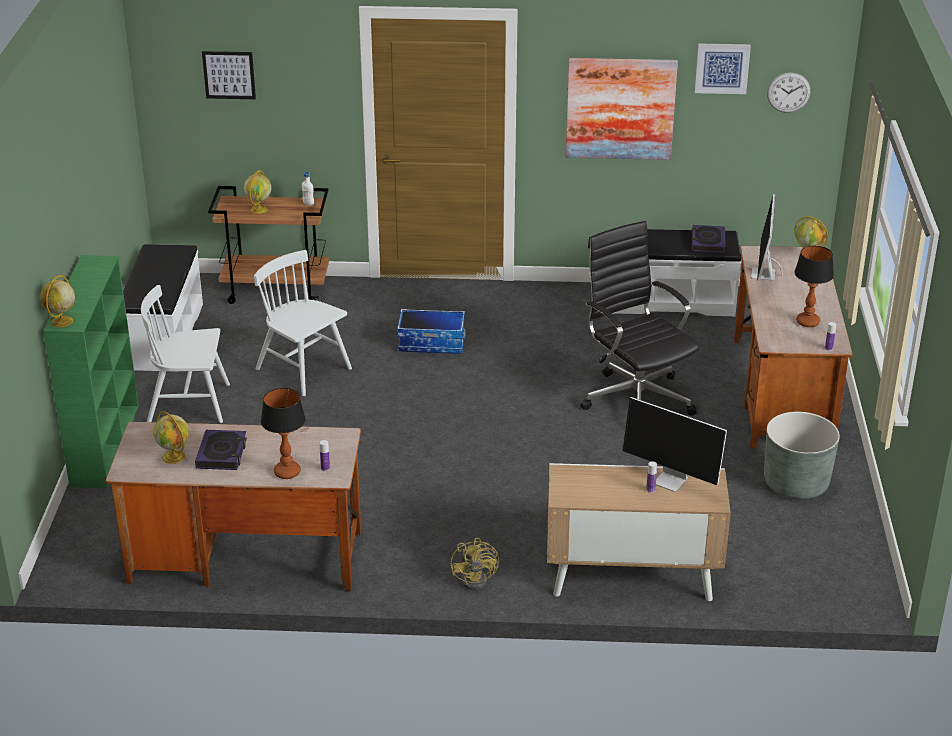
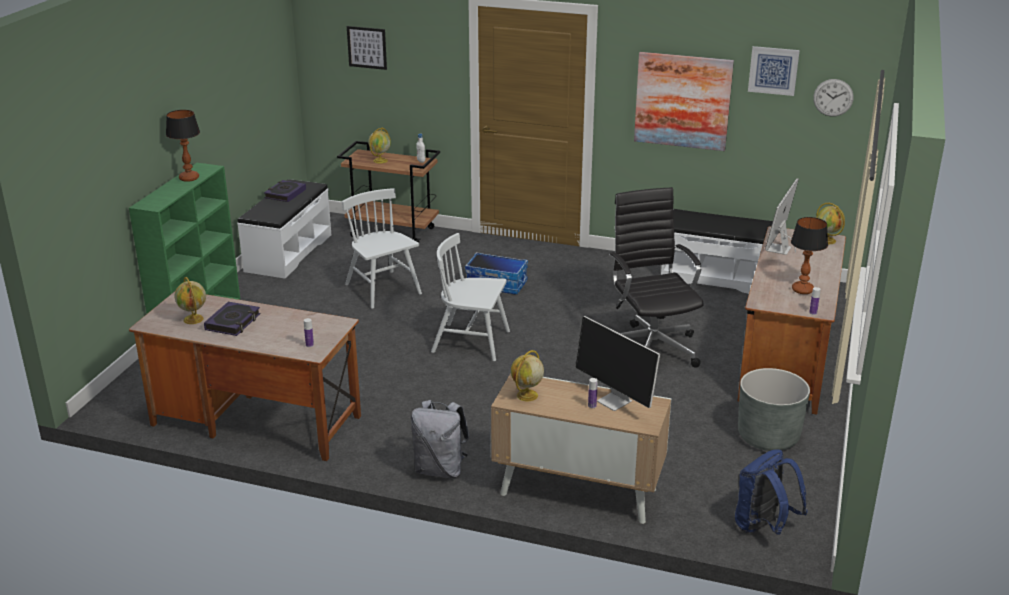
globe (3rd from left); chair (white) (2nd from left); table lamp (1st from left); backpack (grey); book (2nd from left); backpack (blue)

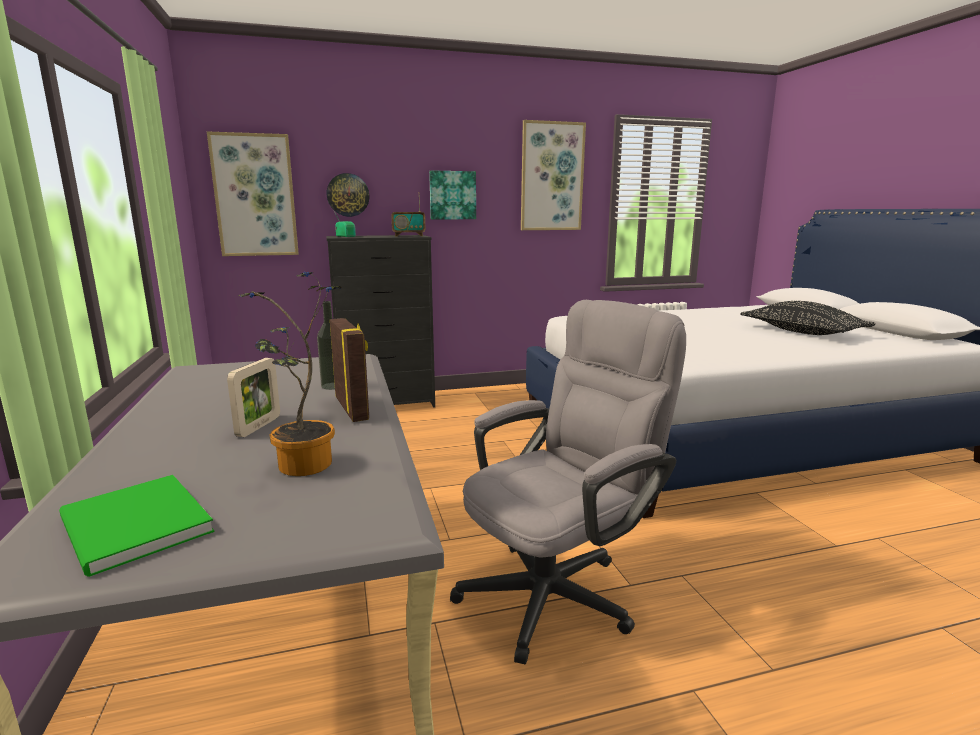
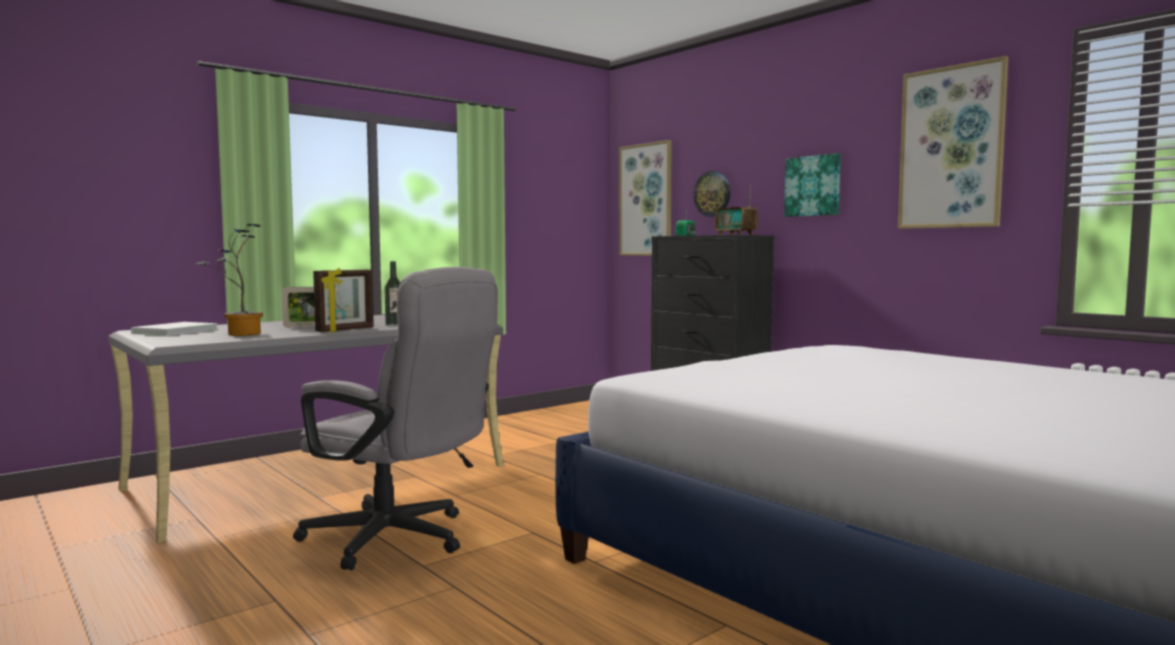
book (white); pillow (black)

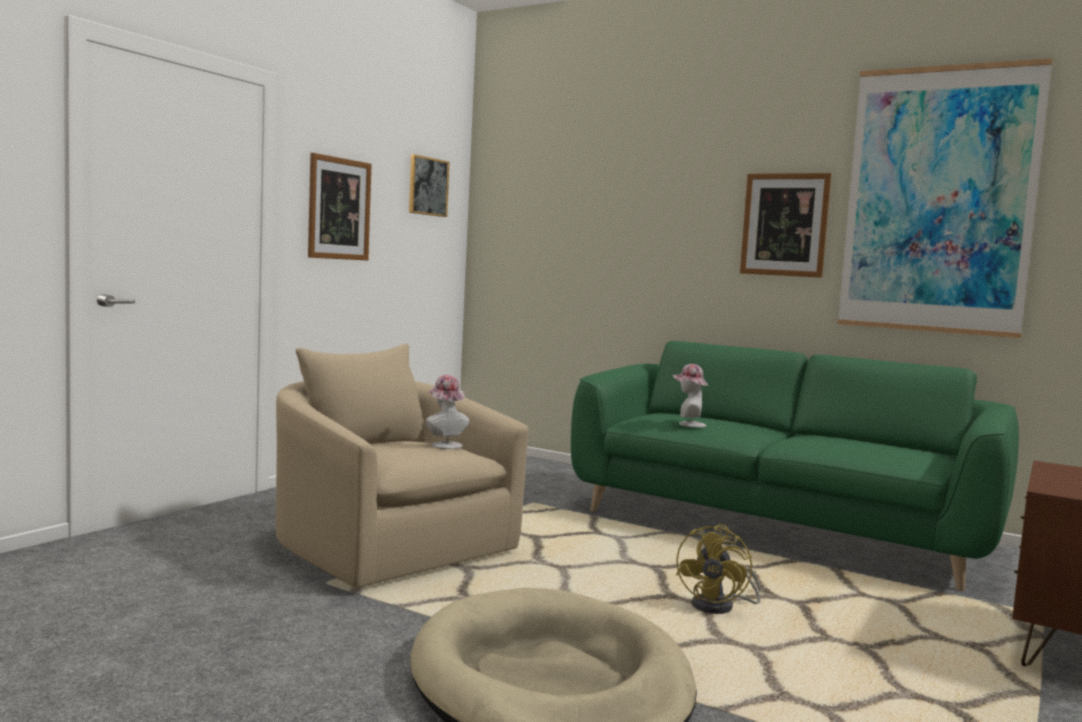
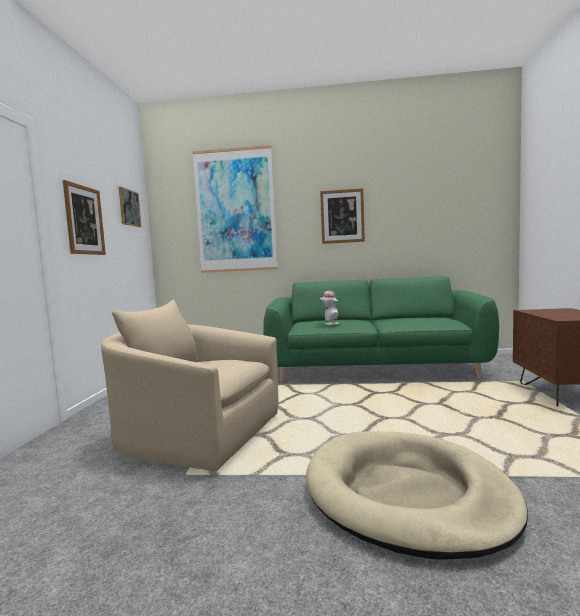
hat (1st from left in the first image); fan (yellow); picture (3rd from left)

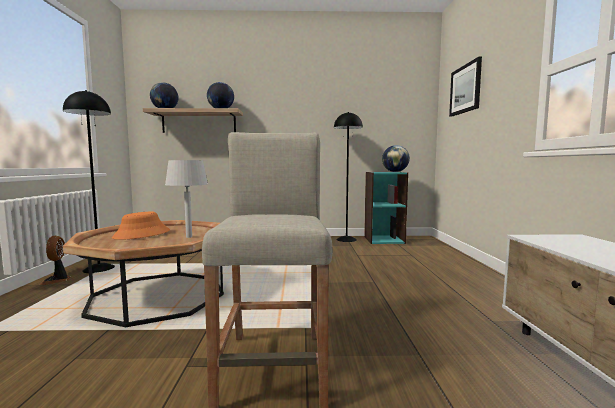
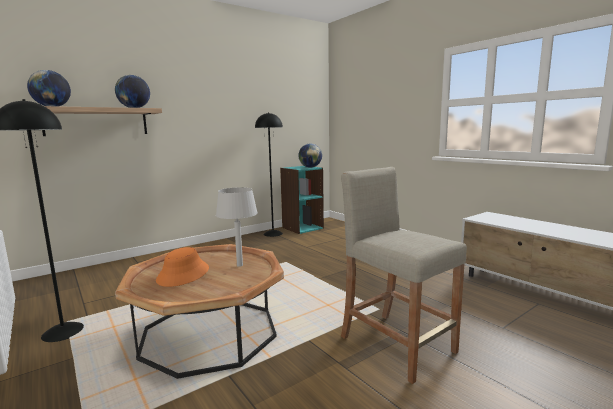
fan; picture

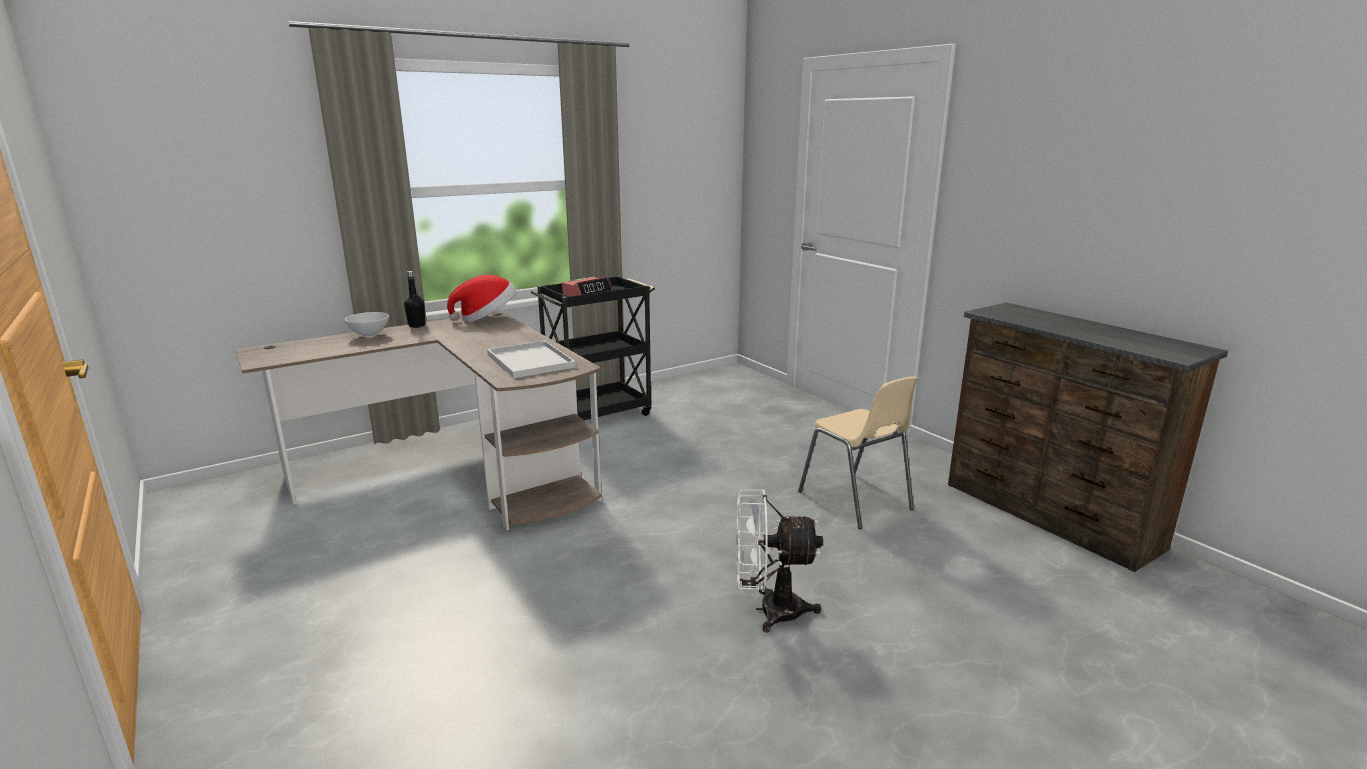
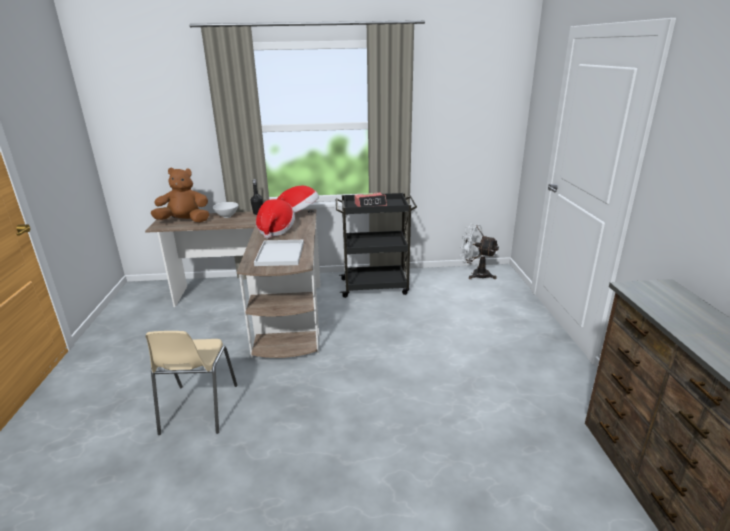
fan (white); chair (beige); plush toy (brown); hat (1st from left)

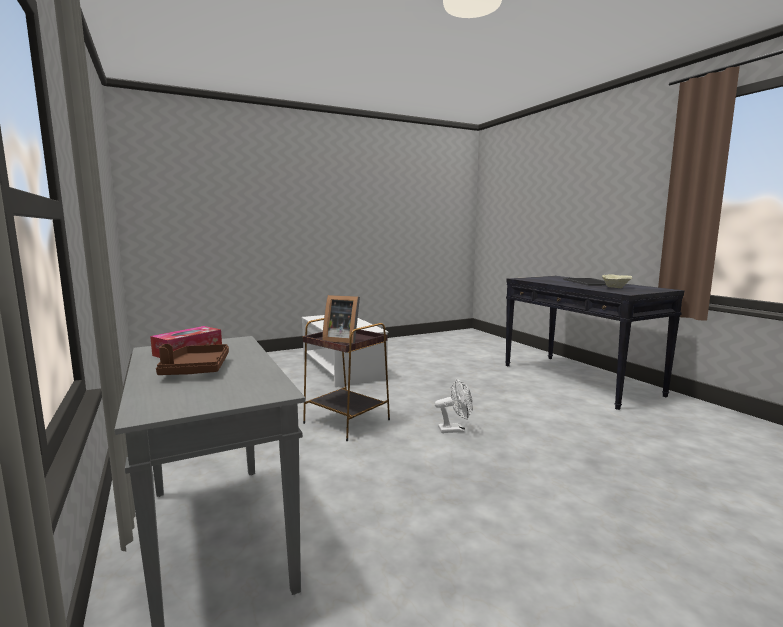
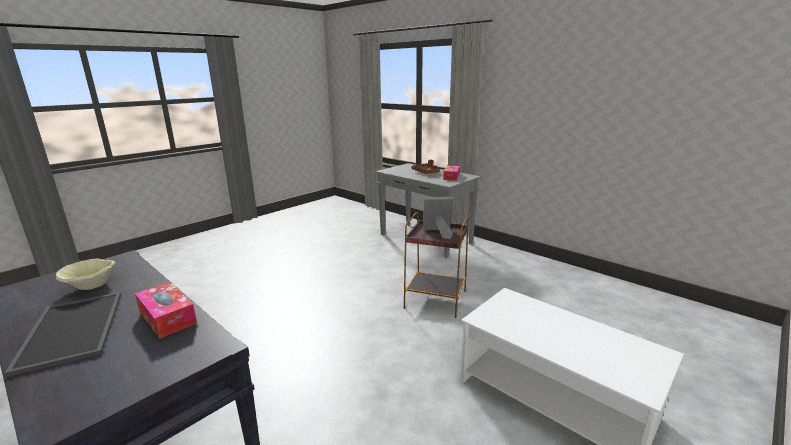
fan (white); tissue box (1st from left)

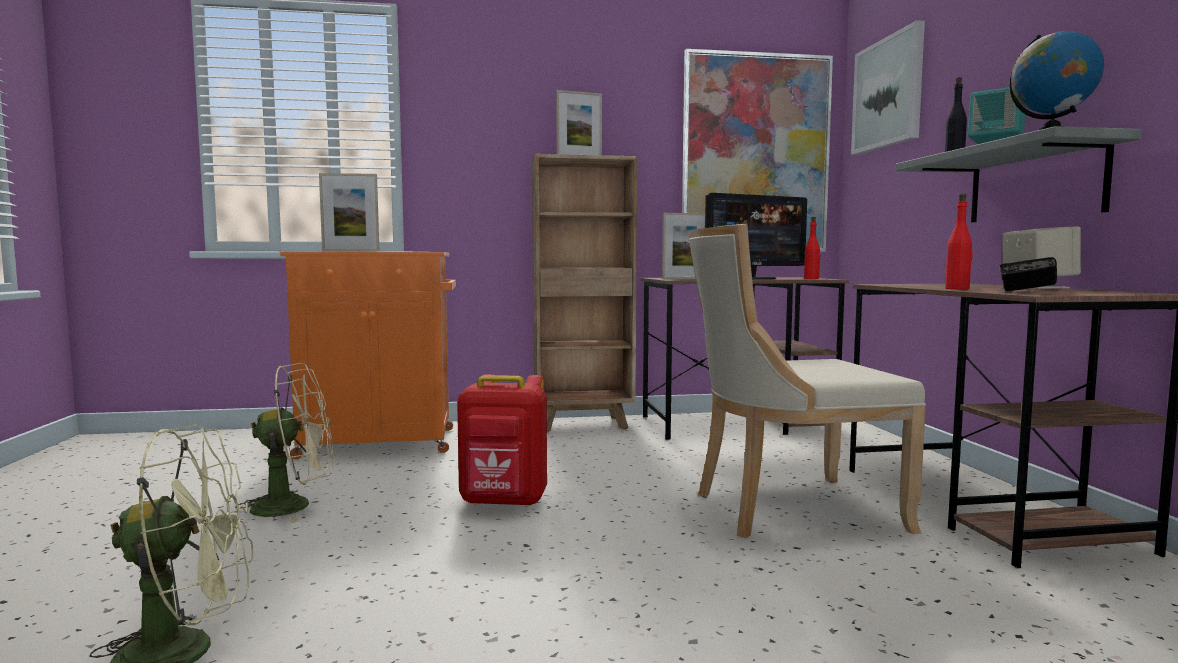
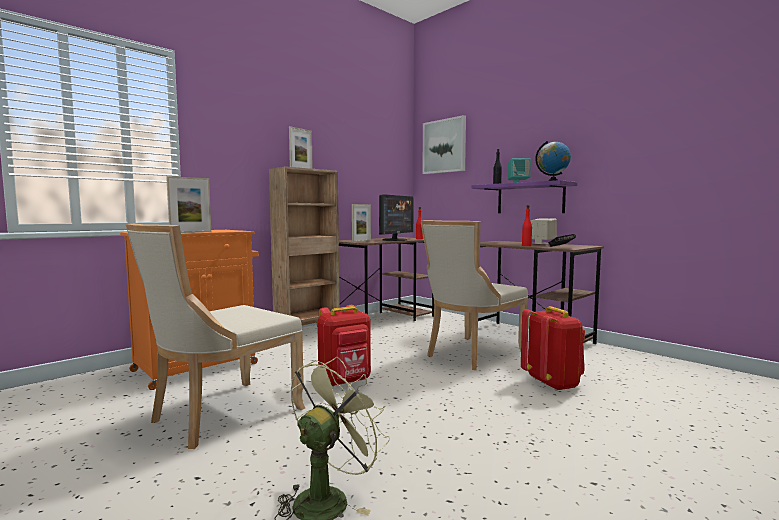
chair (beige) (1st from left); picture (1st from left in the first image); shelf (purple); backpack (red) (2nd from left)

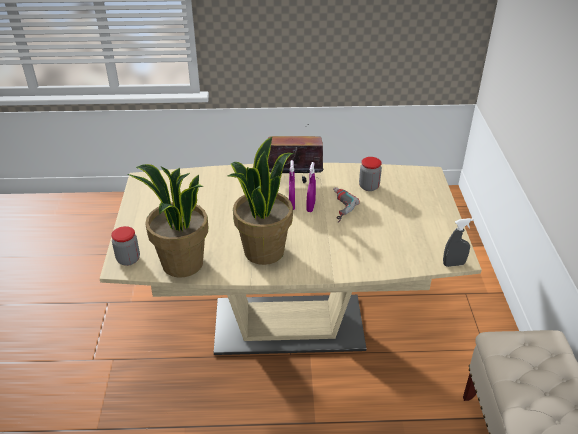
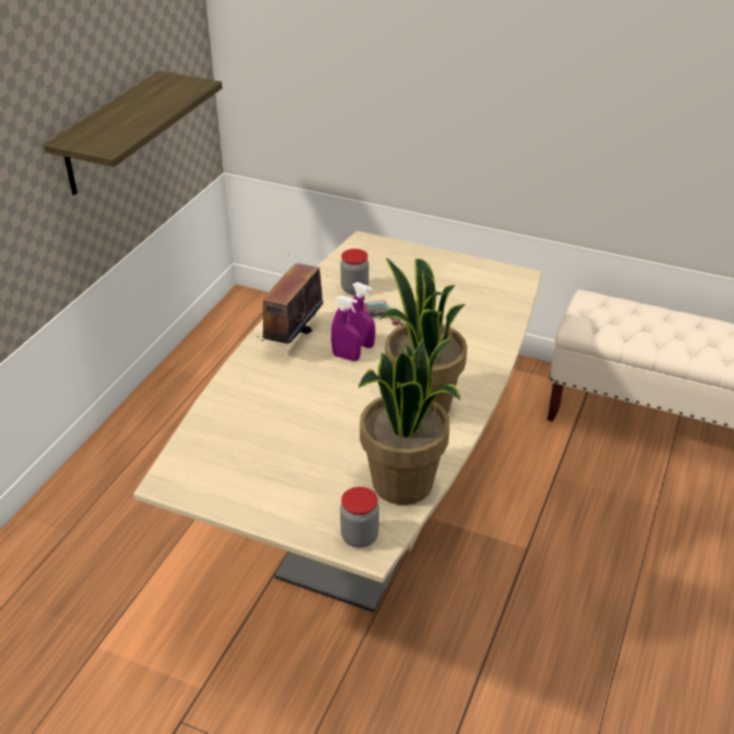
spray bottle (grey); shelf

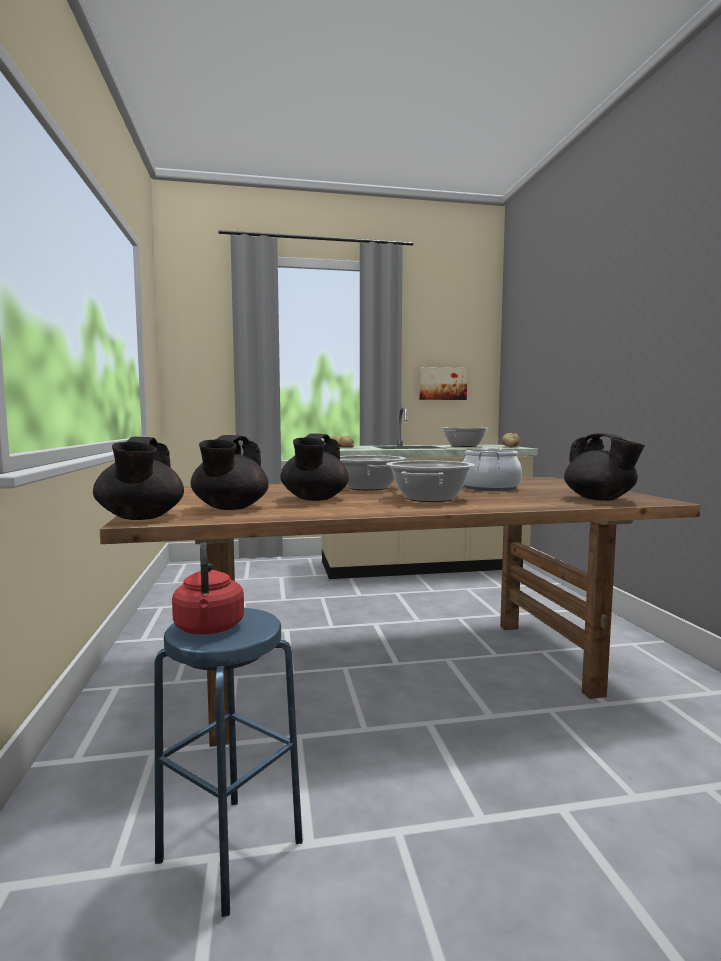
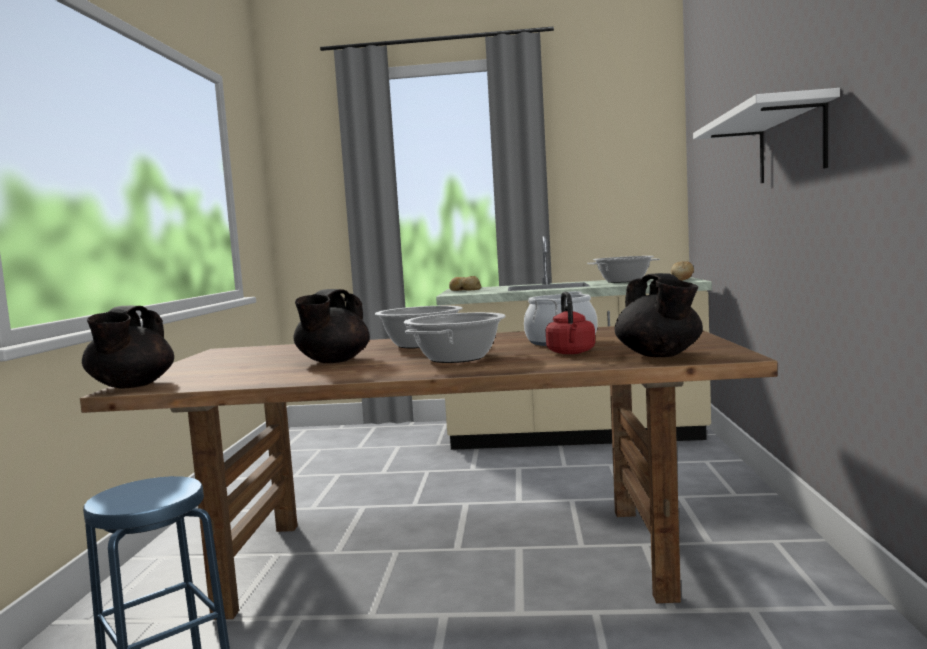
kettle (red); teapot (black) (2nd from left in the first image); picture; shelf (white)

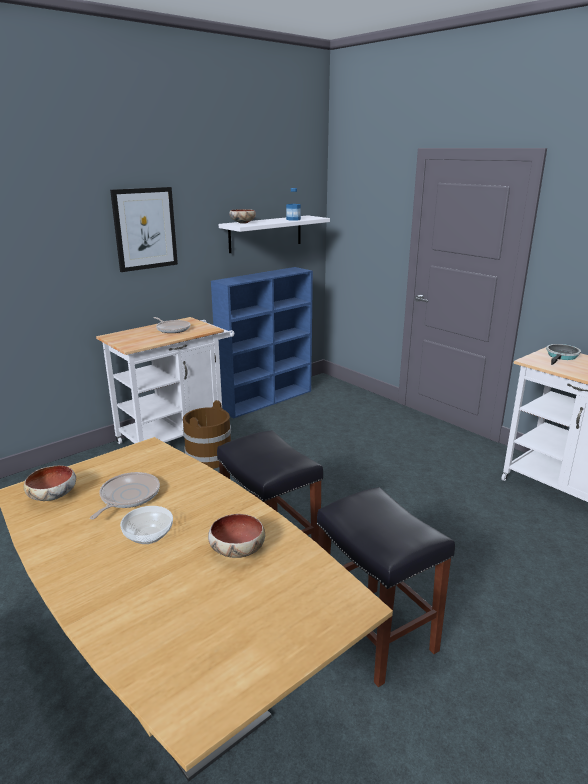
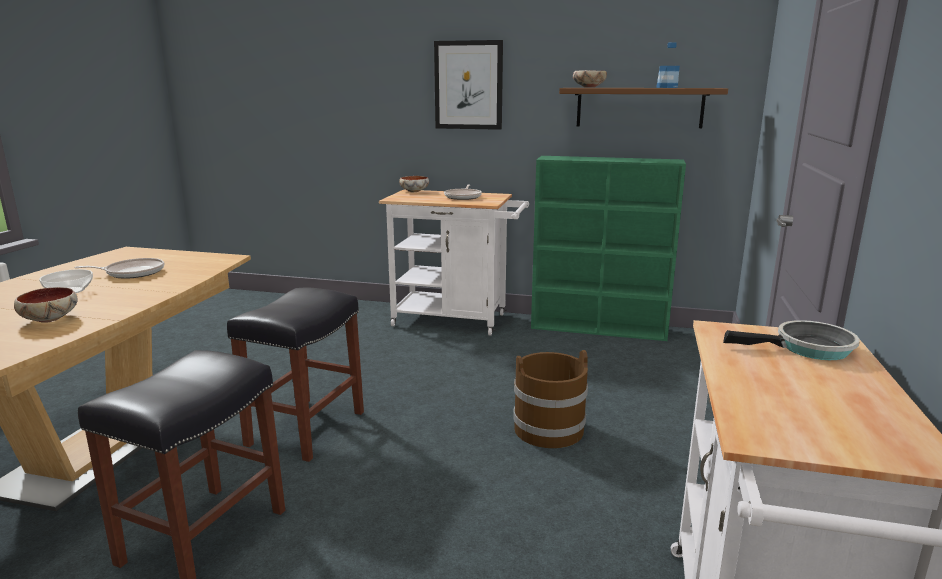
bowl (3rd from left); bucket (brown); bookcase (green); shelf (brown)

